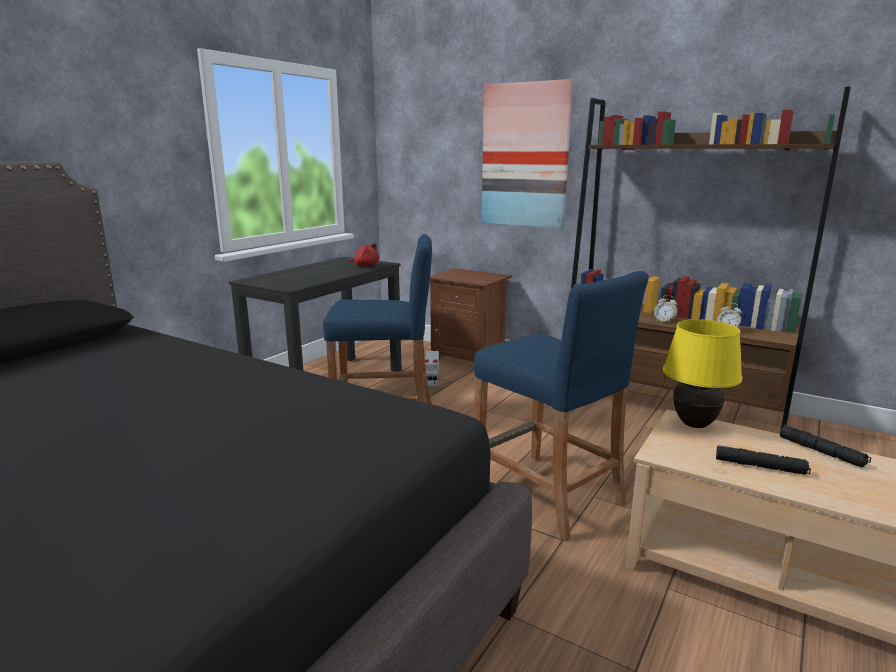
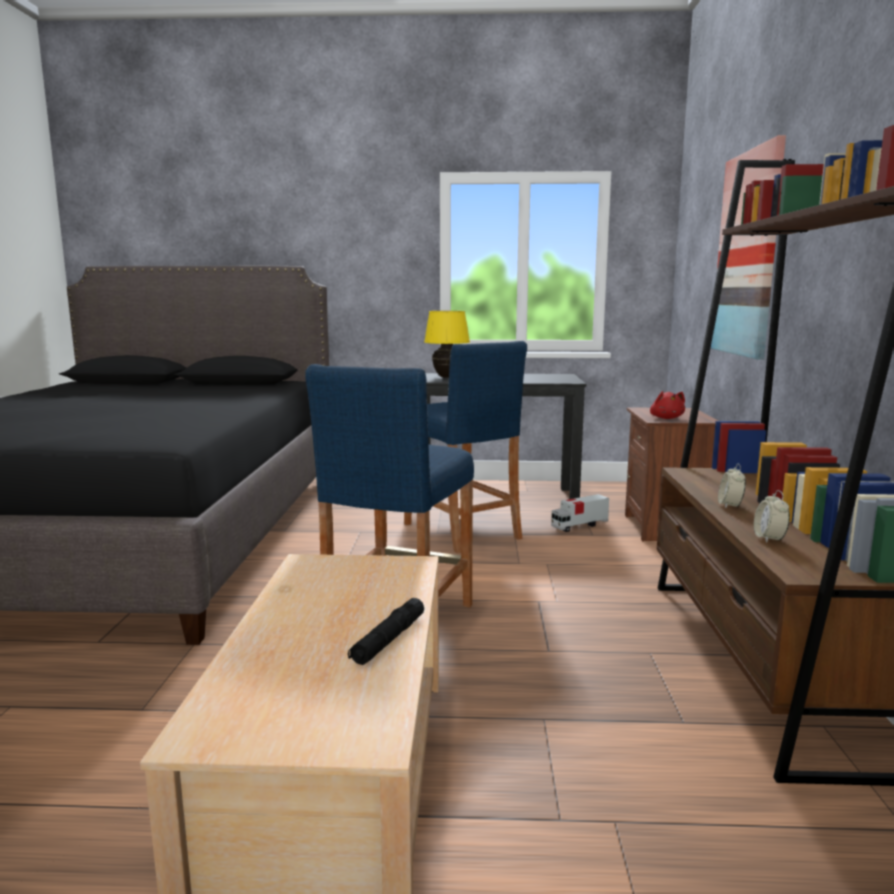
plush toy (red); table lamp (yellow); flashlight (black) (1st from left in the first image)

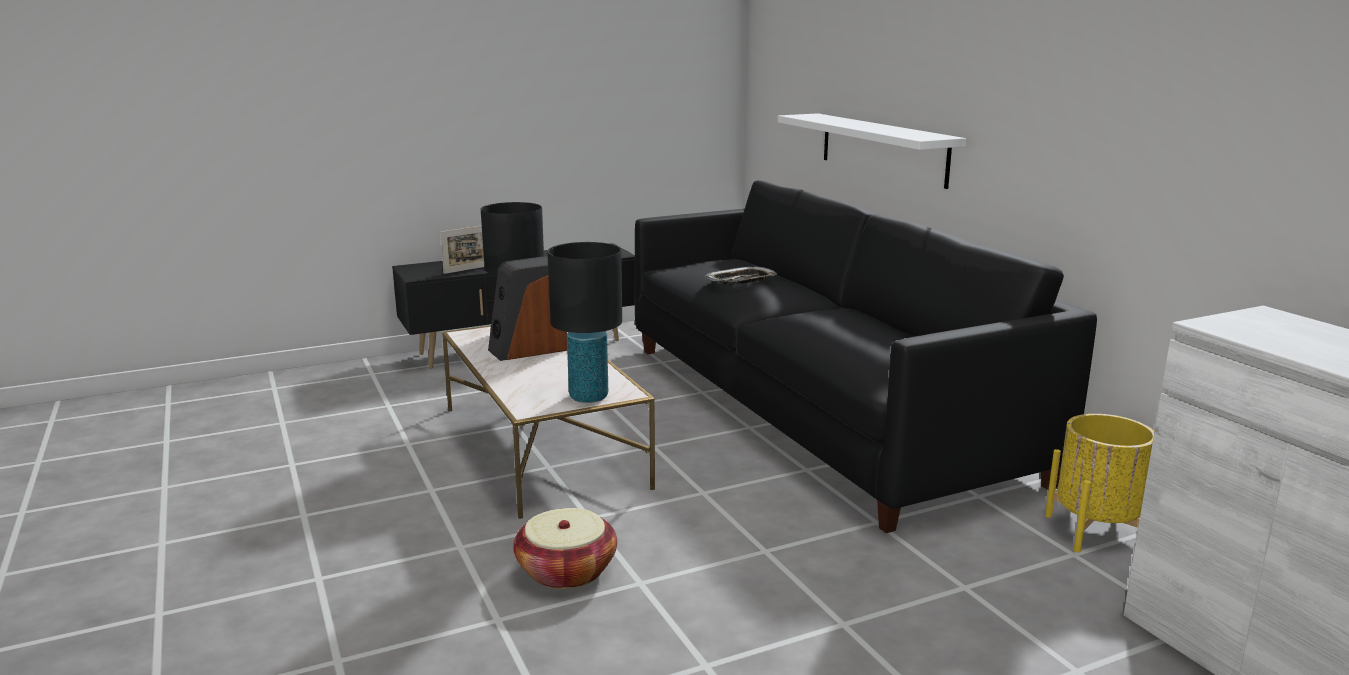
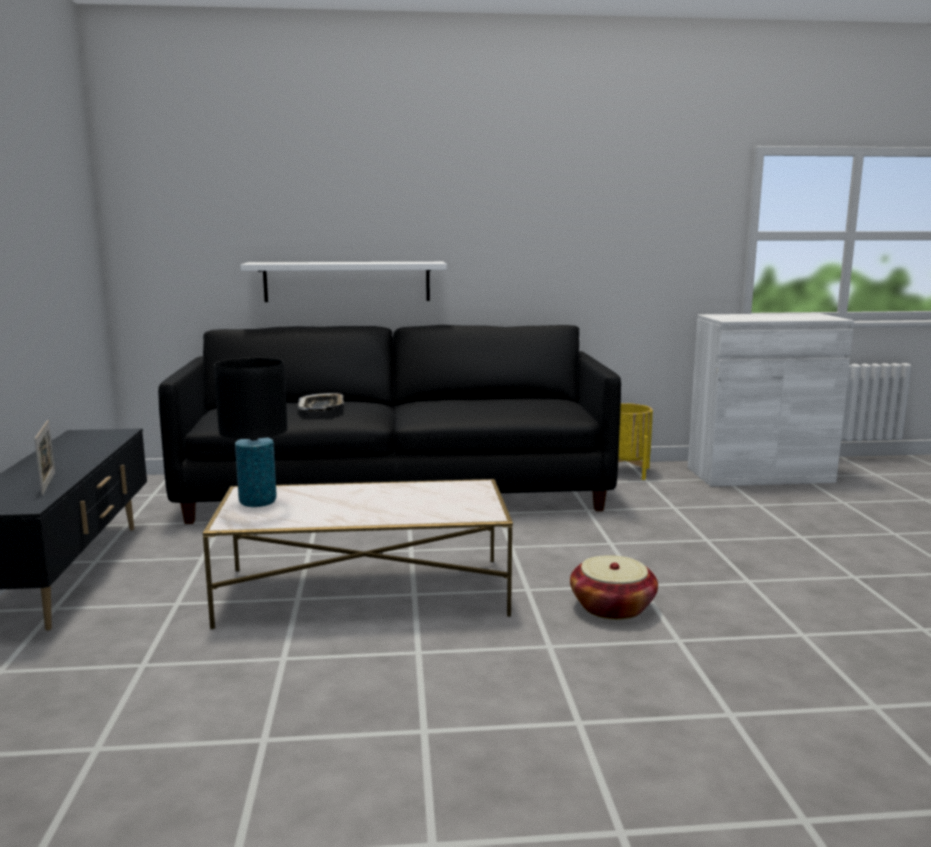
speaker; table lamp (black) (2nd from left in the first image)

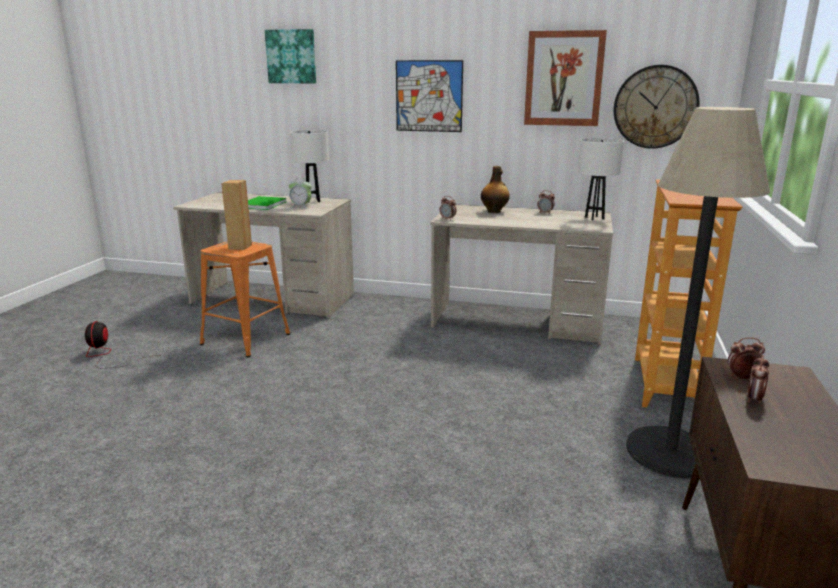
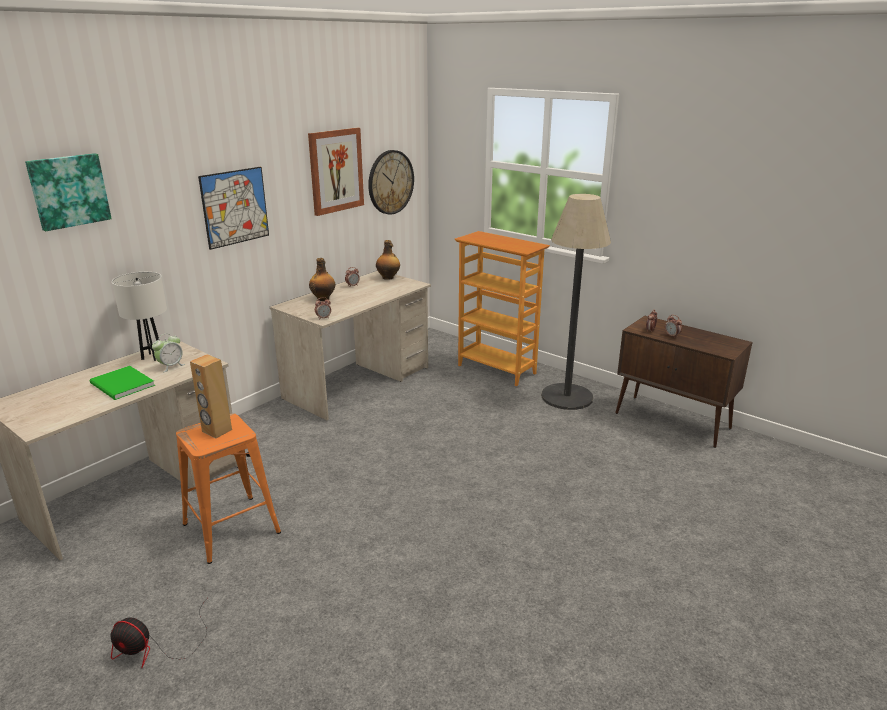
bottle (2nd from left)

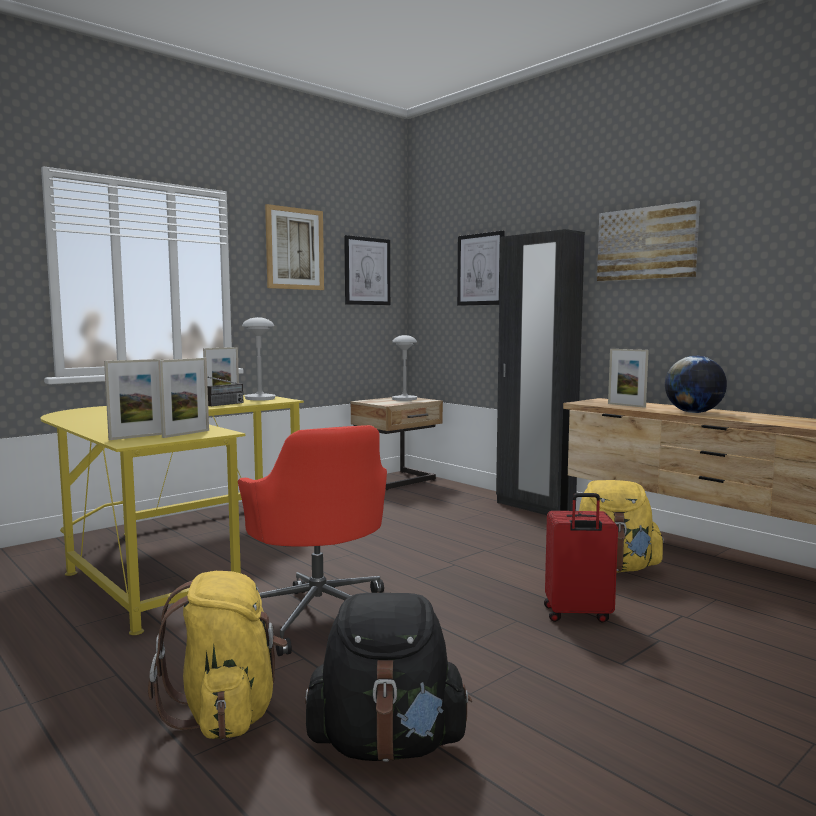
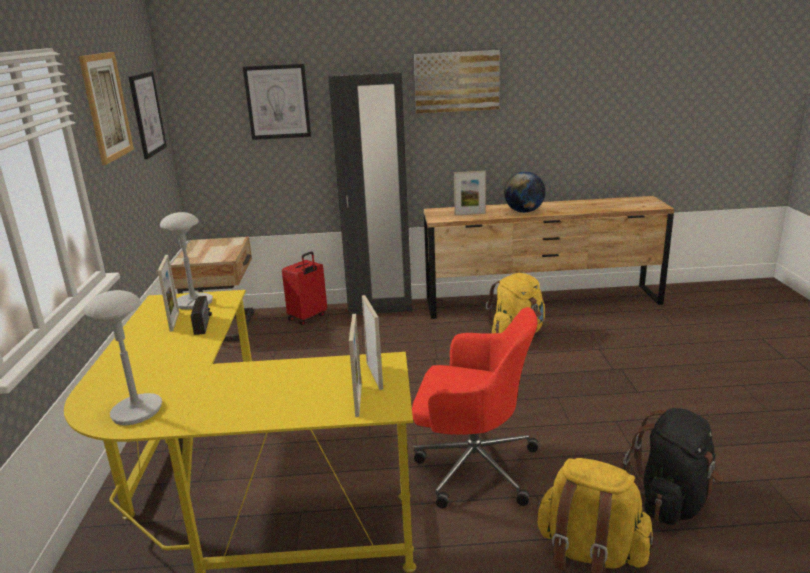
table lamp (grey) (1st from left); suitcase (red)

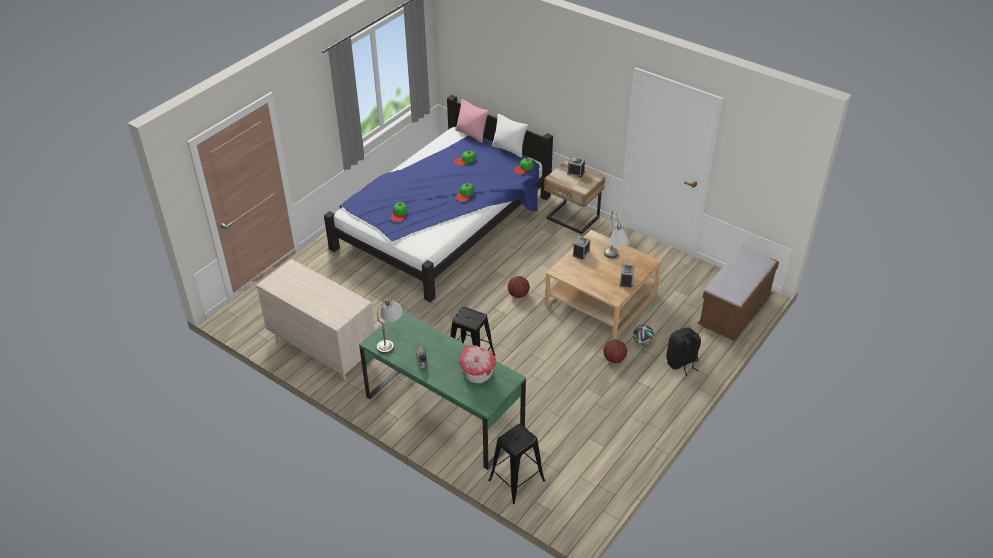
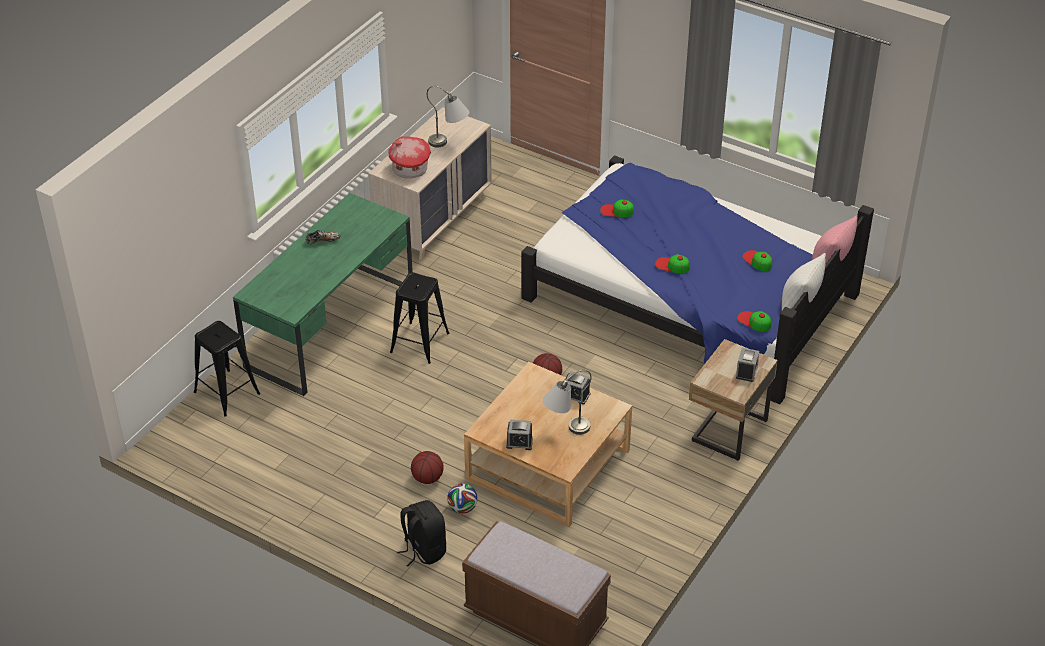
table lamp (grey) (1st from left); toy house

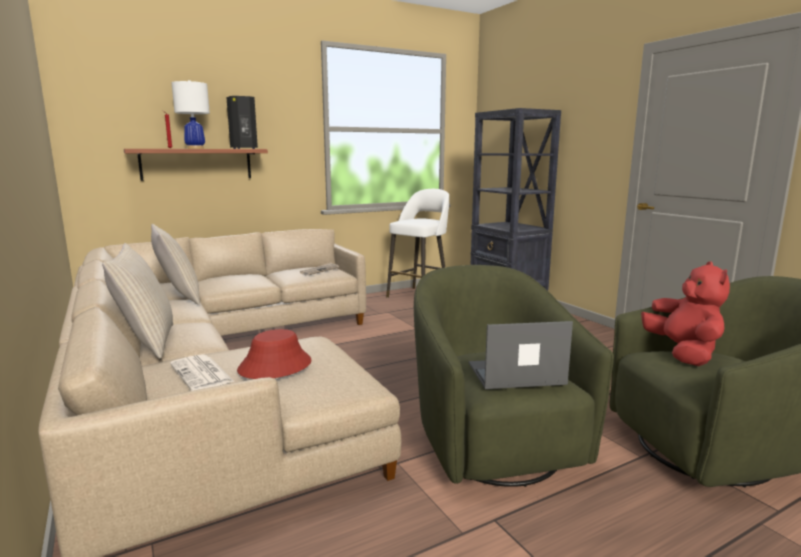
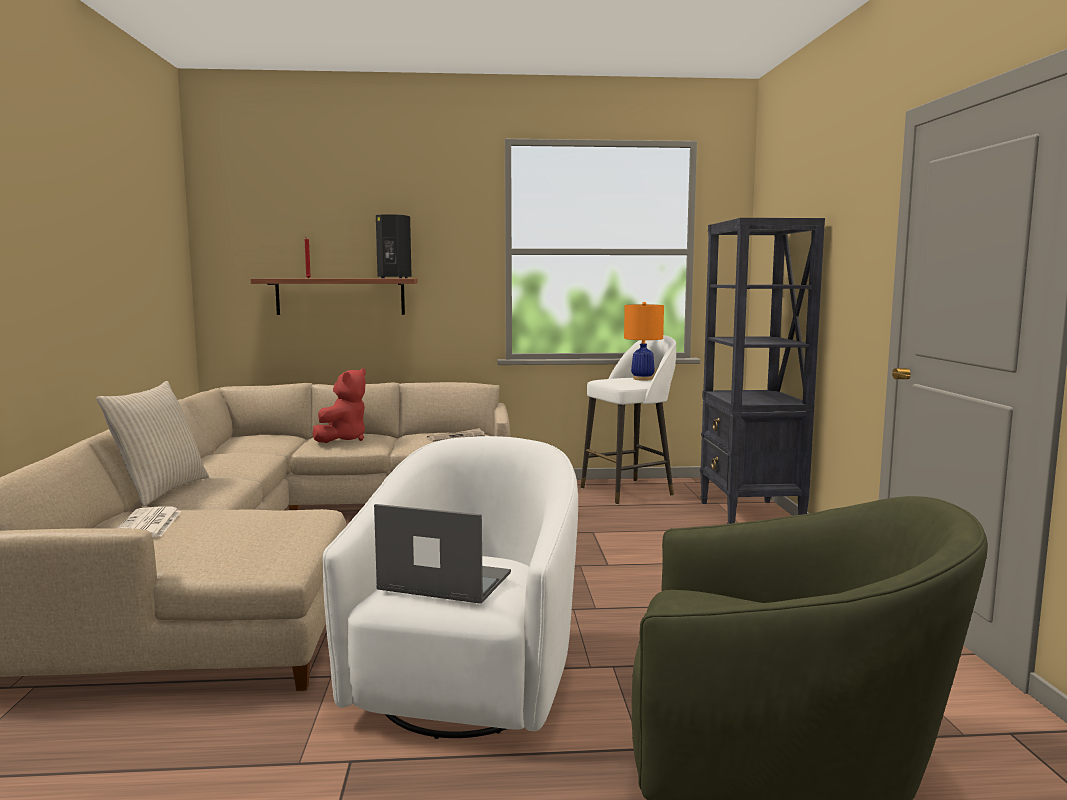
pillow (beige) (2nd from left in the first image); table lamp (white); hat (red); armchair (white); plush toy (red); table lamp (orange)

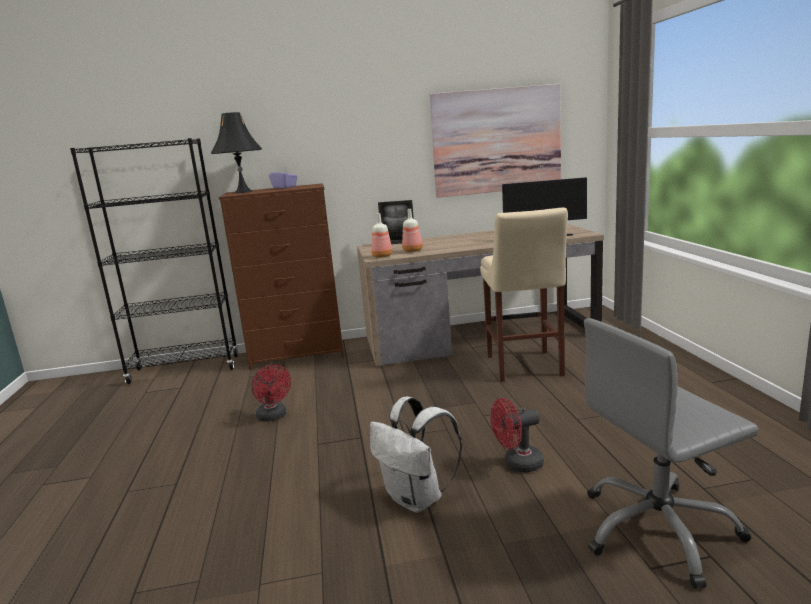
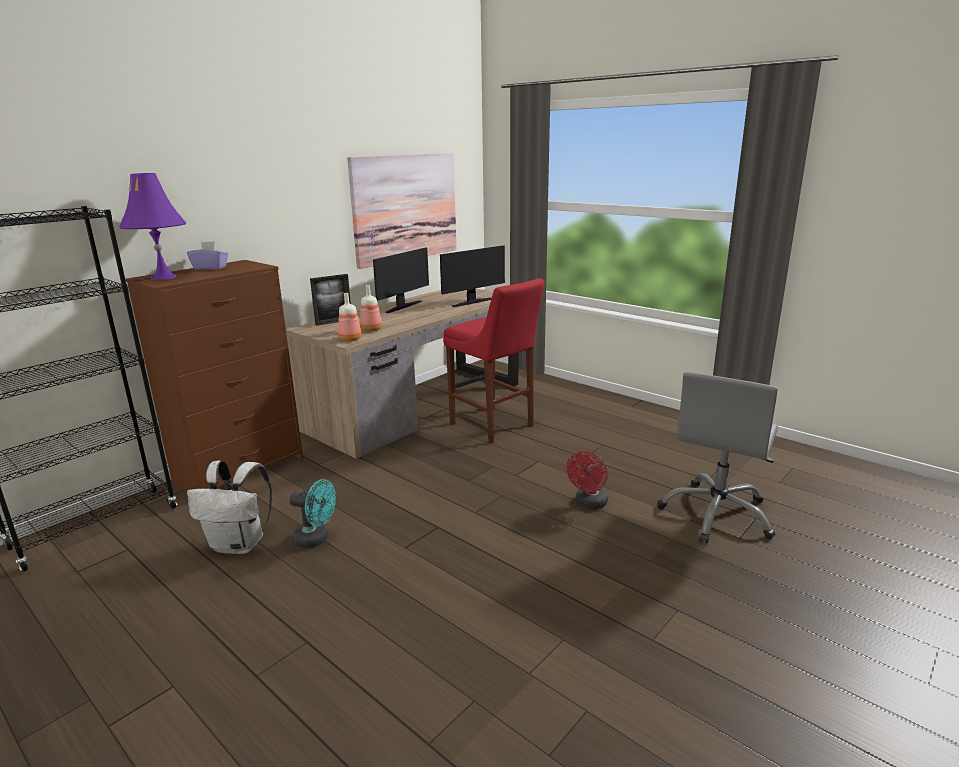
table lamp (purple); fan (turquoise); backpack (white); stool (red); monitor (1st from left)

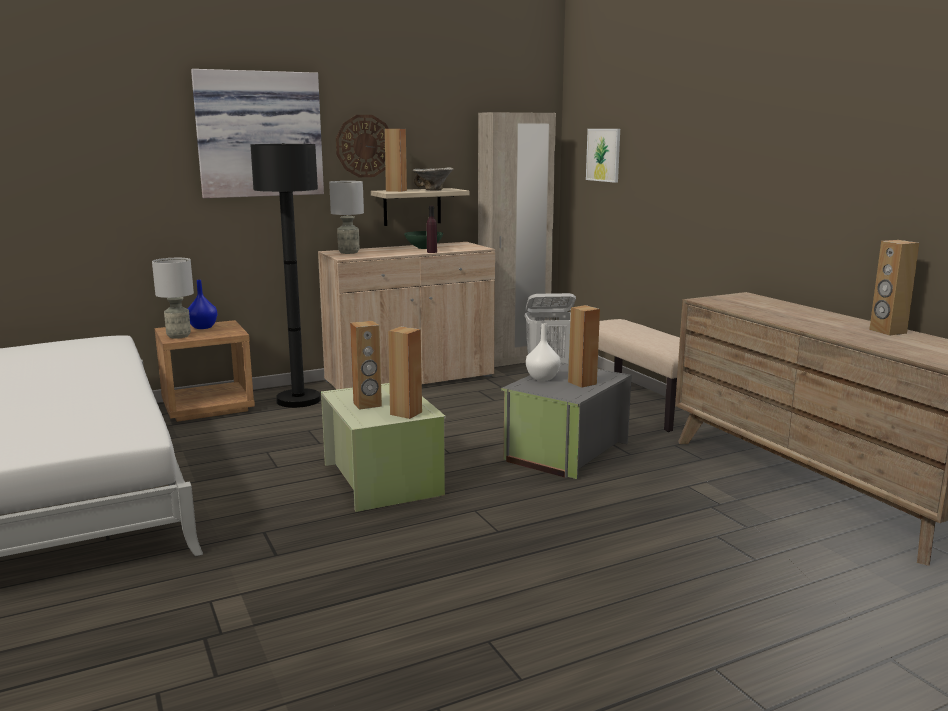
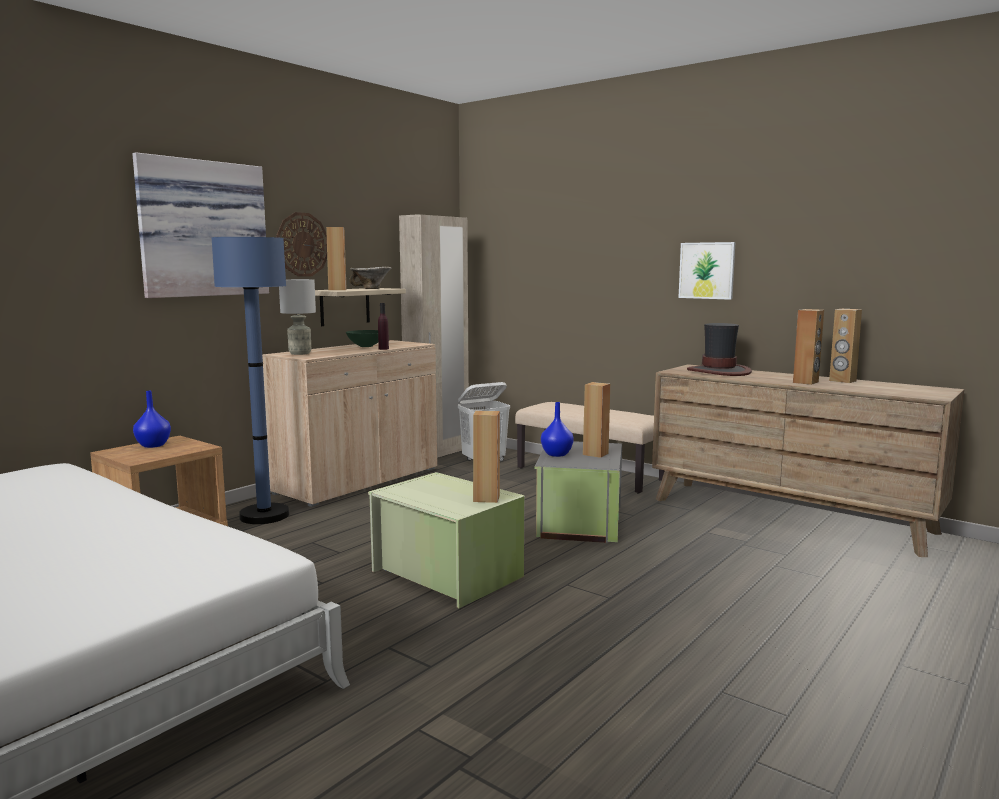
table lamp (grey) (1st from left in the first image); floor lamp (blue); speaker (brown) (4th from left); vase (blue) (2nd from left); picture (2nd from left); hat

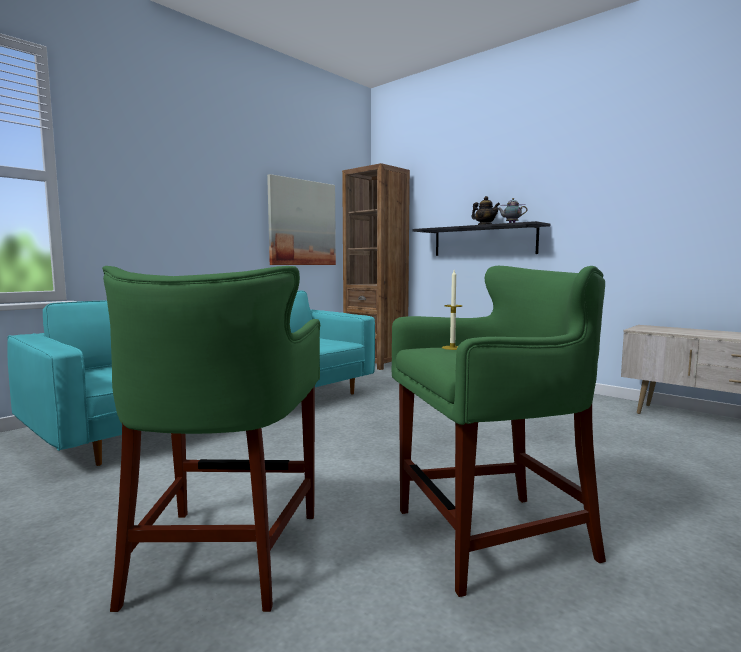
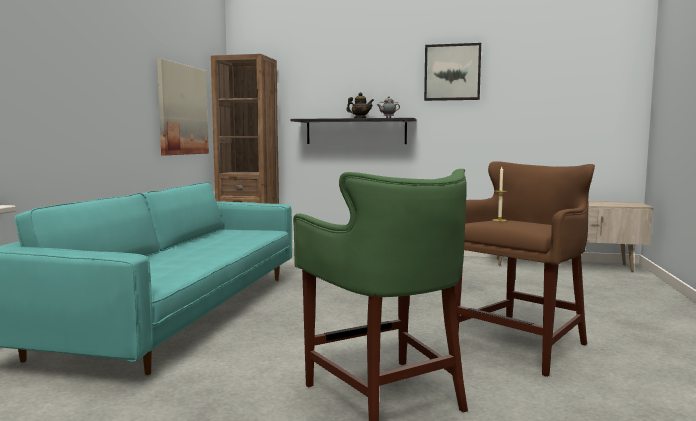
stool (brown); picture (2nd from left)

